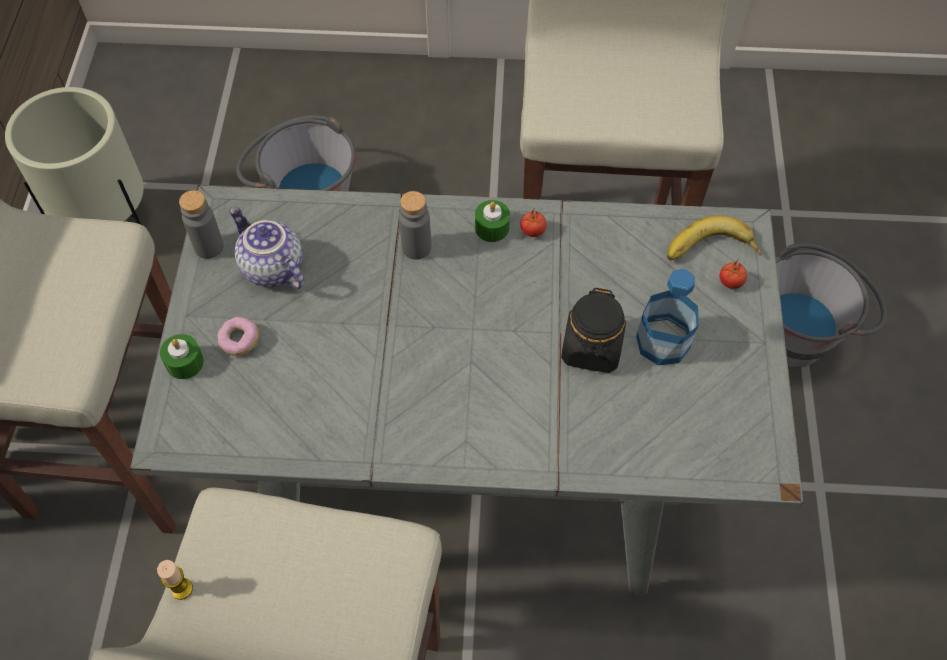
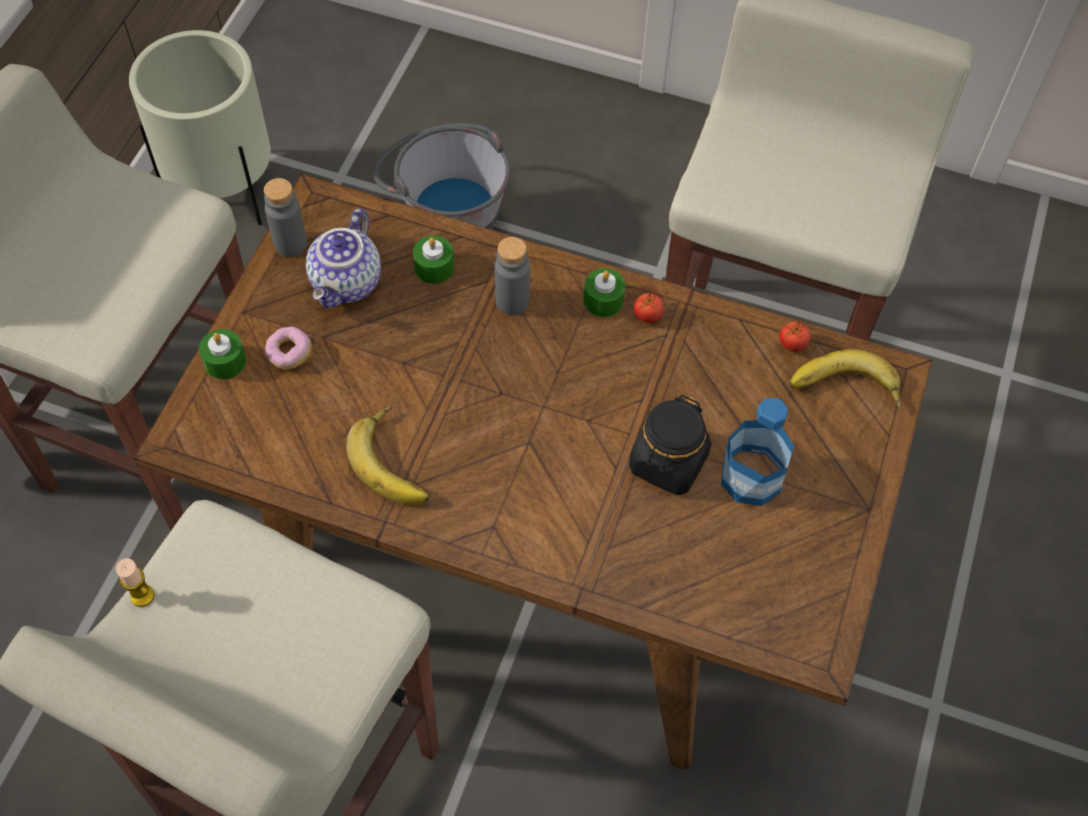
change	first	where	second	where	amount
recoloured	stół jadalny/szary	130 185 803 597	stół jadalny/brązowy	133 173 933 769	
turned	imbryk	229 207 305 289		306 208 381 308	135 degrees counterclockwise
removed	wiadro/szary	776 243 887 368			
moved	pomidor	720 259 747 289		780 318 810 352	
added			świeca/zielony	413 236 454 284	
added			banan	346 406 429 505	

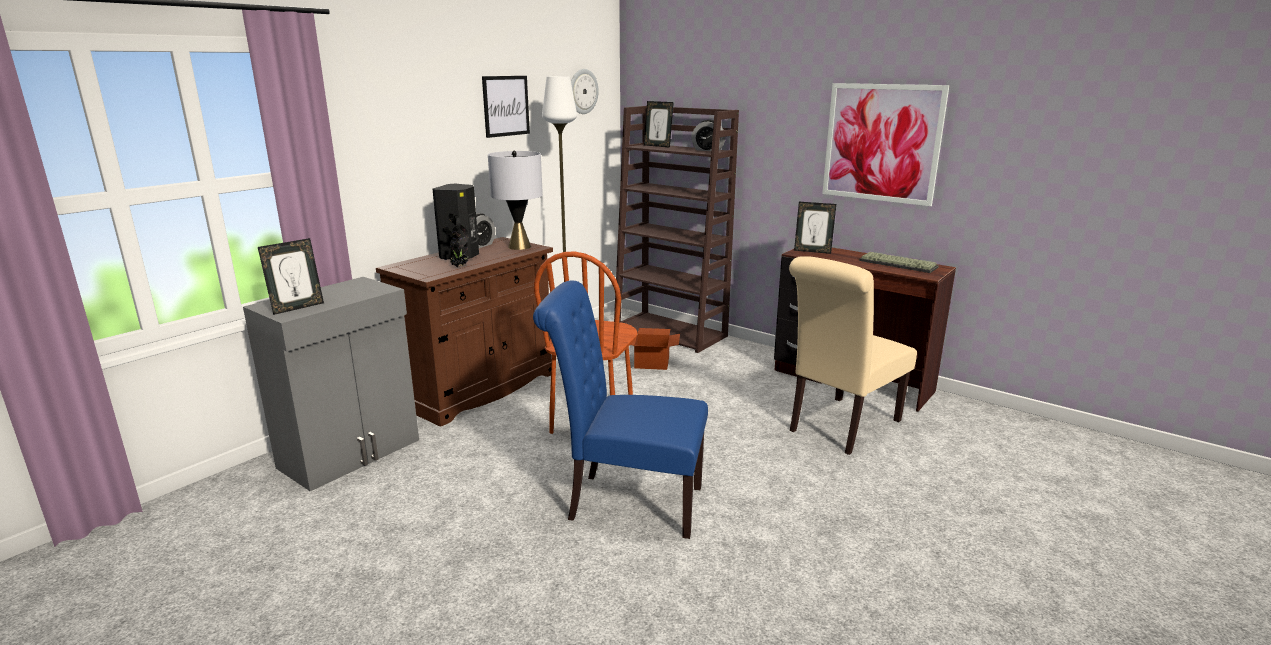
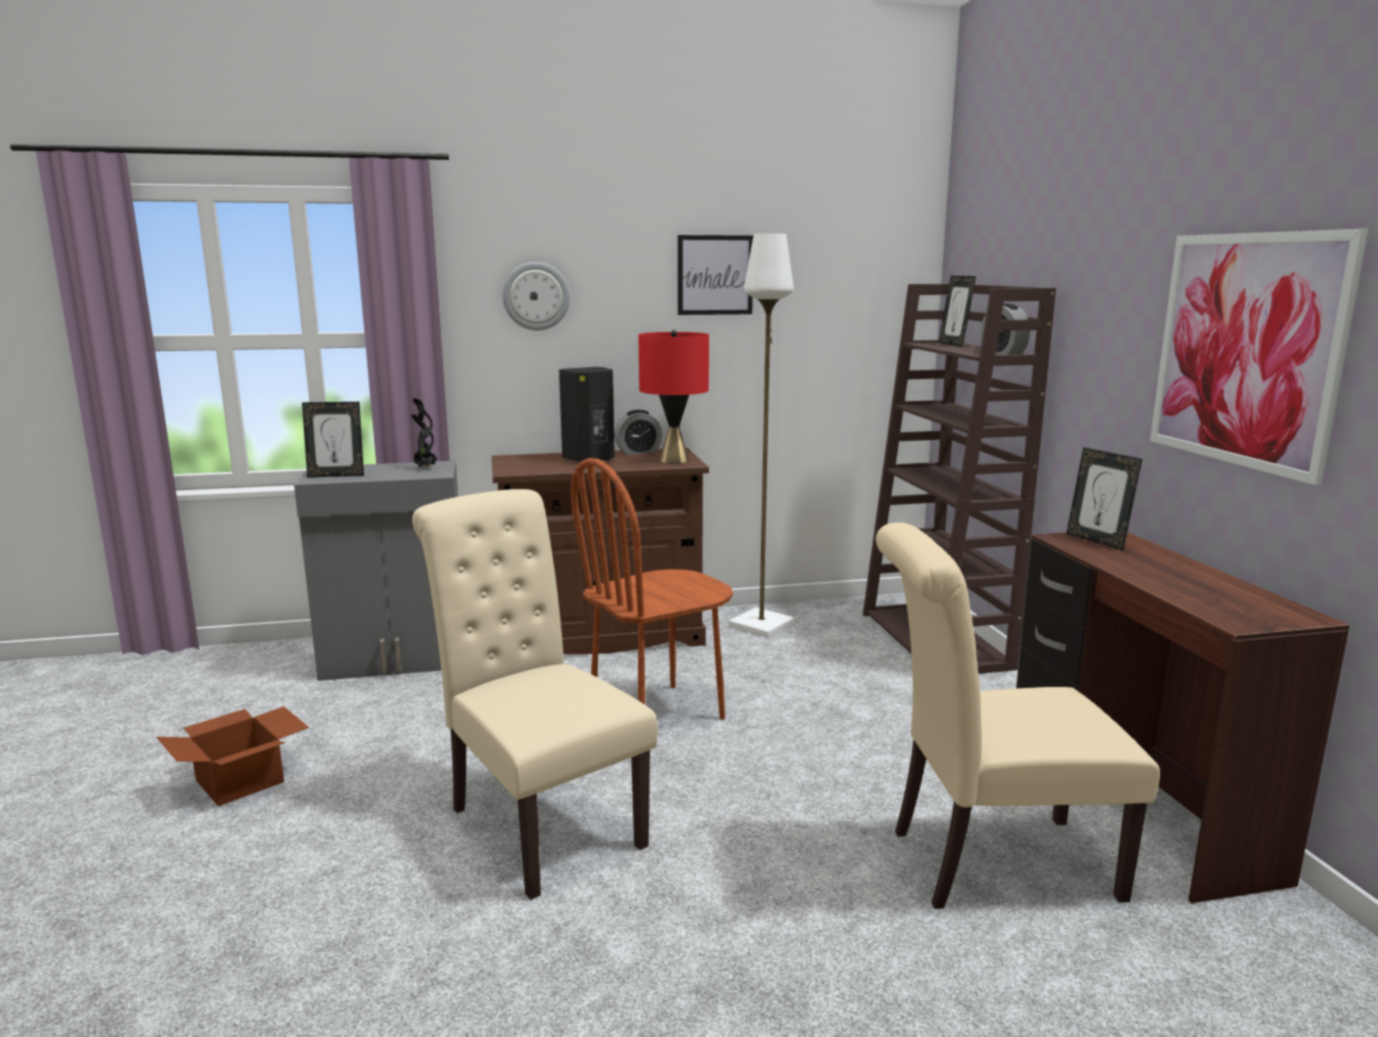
change	first	where	second	where	amount
moved	zegar ścienny	571 69 599 114		502 262 570 330	
recoloured	lampa stołowa/szary	488 151 543 250	lampa stołowa/czerwony	639 330 709 464	
moved	roślina doniczkowa	443 214 469 267		411 398 437 468	
removed	klawiatura	859 252 939 273			
recoloured	krzesło/niebieski	533 281 708 539	krzesło/beżowy	412 489 658 900	
moved	karton	630 328 680 370		156 707 309 806	

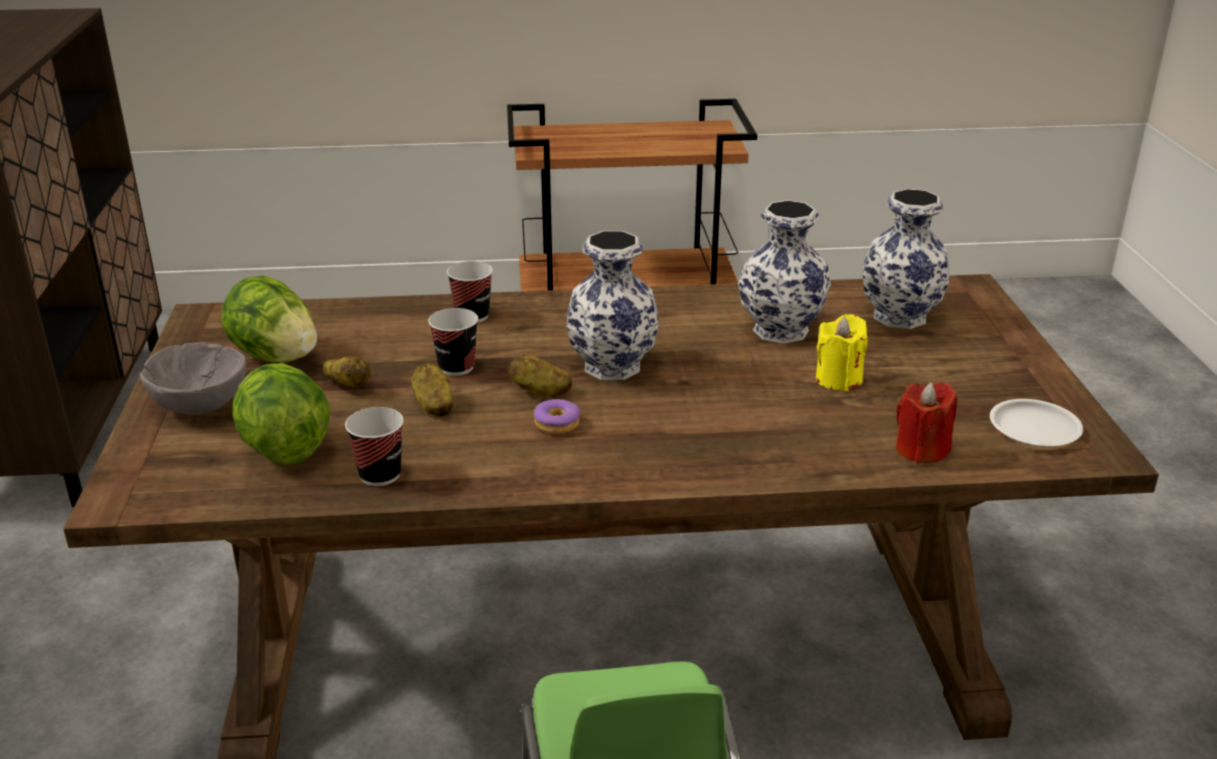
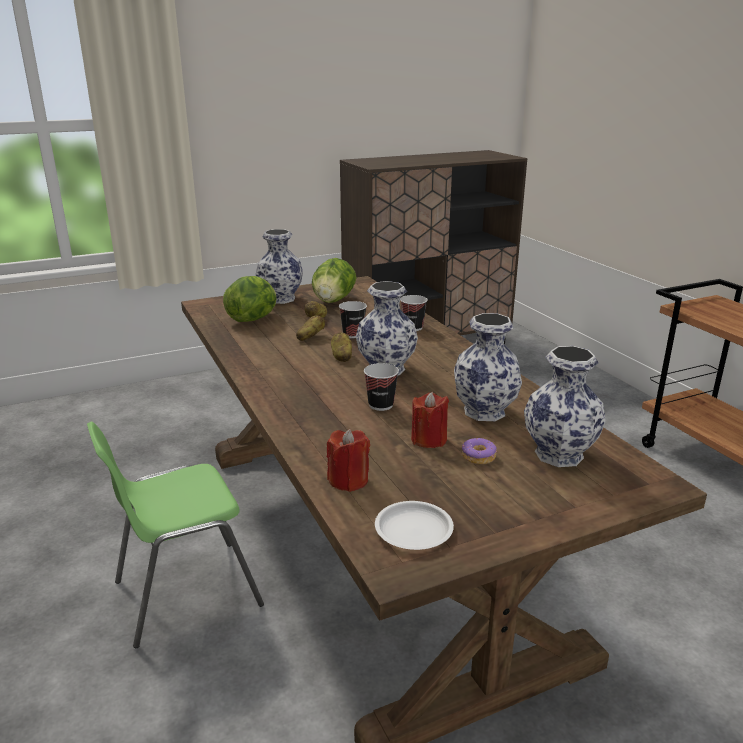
change	first	where	second	where	amount
recoloured	świeca/żółty	816 314 868 391	świeca/czerwony	411 392 449 448	
replaced	miska/szary	140 342 246 414	wazon	255 229 303 304	
moved	donut	534 399 580 434		462 438 497 464	
moved	filiżanka	345 407 404 486		364 363 399 411	

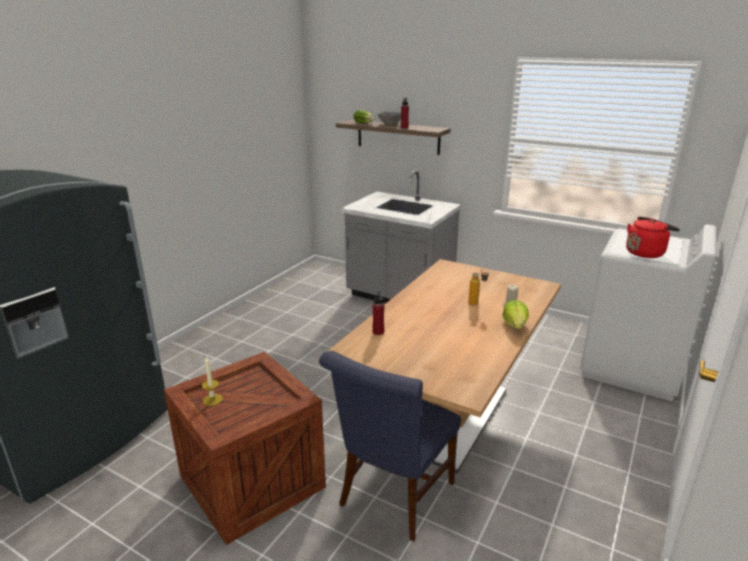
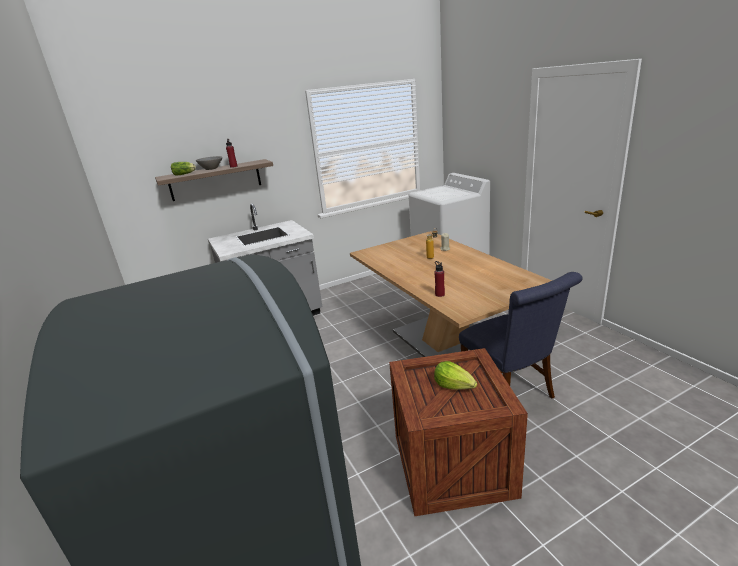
change	first	where	second	where	amount
removed	czajnik/czerwony	626 217 680 258			
moved	sałata	503 300 529 329		434 361 477 390	
removed	świeca	202 357 223 406			

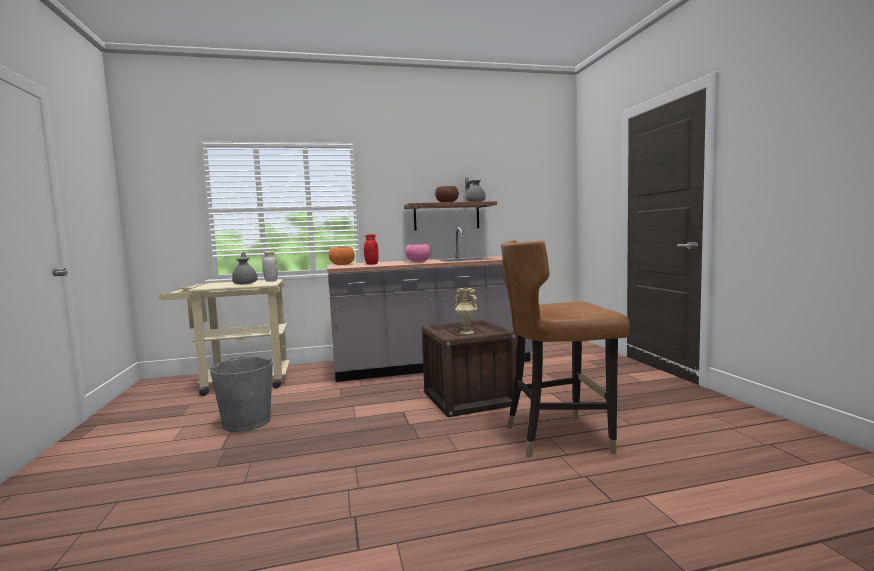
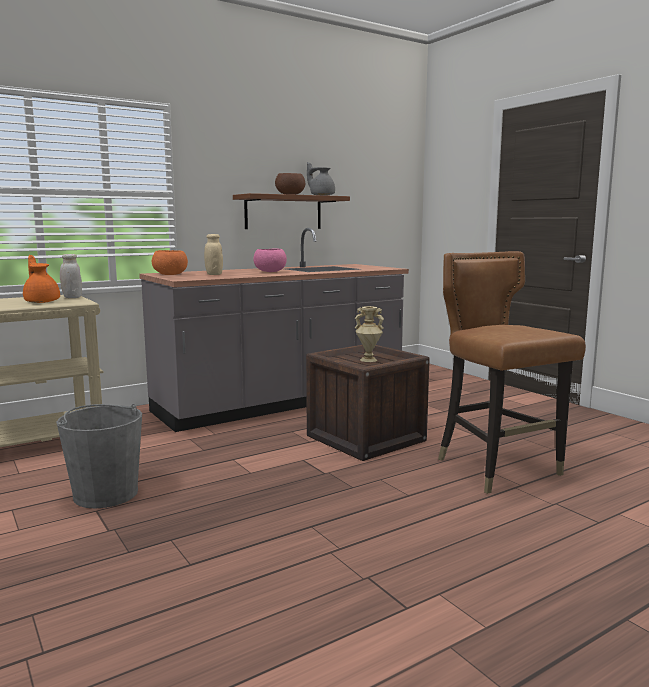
change	first	where	second	where	amount
recoloured	słoik/czerwony	364 234 379 265	słoik/beżowy	204 234 223 275	
turned	krzesło/brązowy	501 240 630 457		438 251 586 494	90 degrees clockwise
recoloured	imbryk/szary	232 252 257 284	imbryk/pomarańczowy	23 255 60 303	

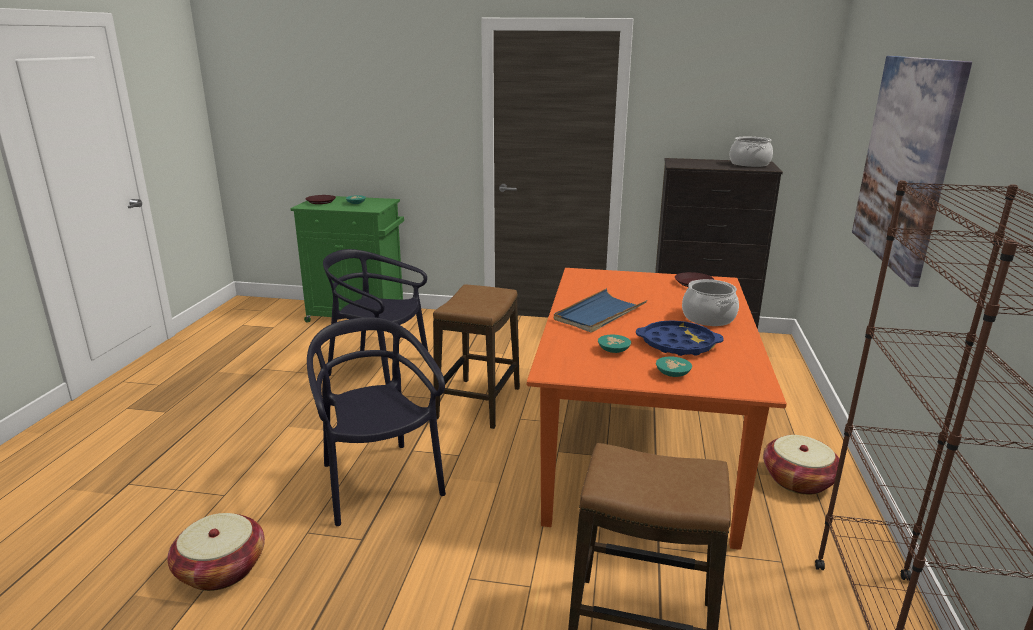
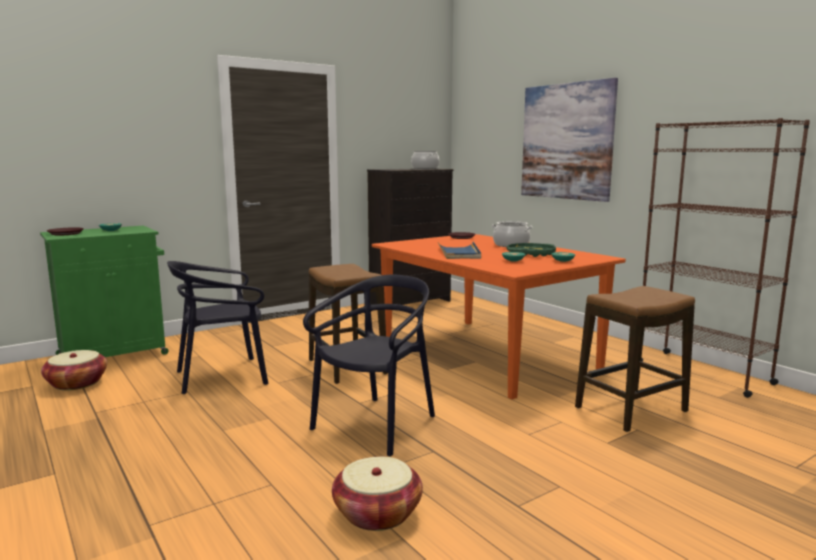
change	first	where	second	where	amount
turned	krzesło/czarny	307 317 446 526		303 274 435 456	105 degrees clockwise
recoloured	taca/niebieski	636 320 724 356	taca/zielony	507 243 556 257	
moved	koszyk	763 435 839 495		41 350 107 391	

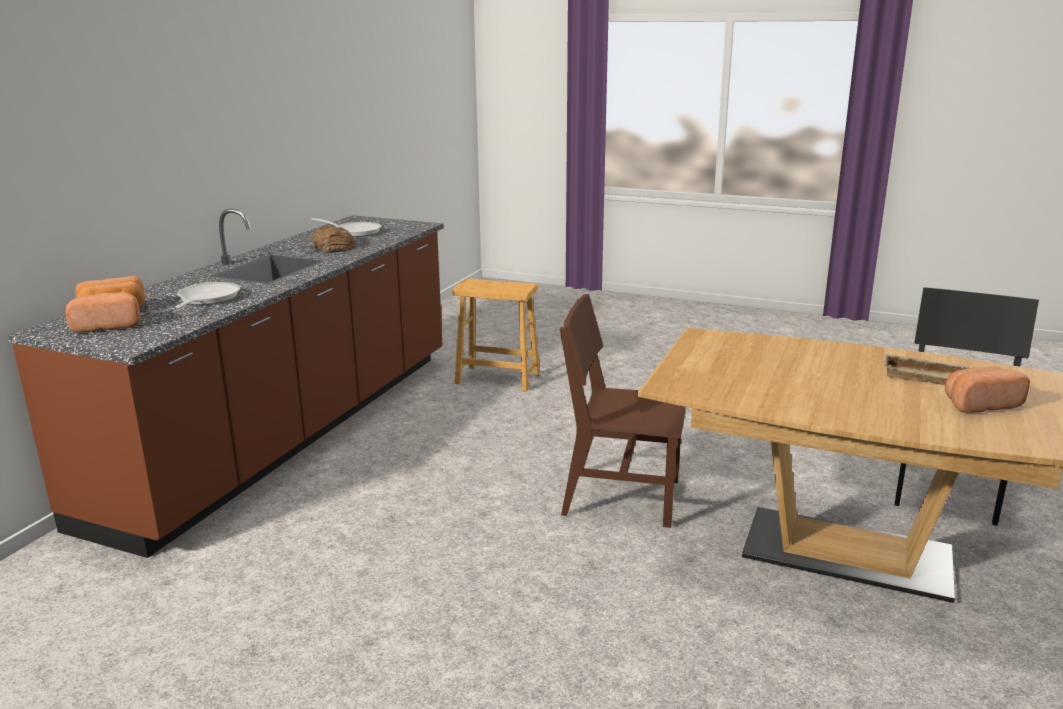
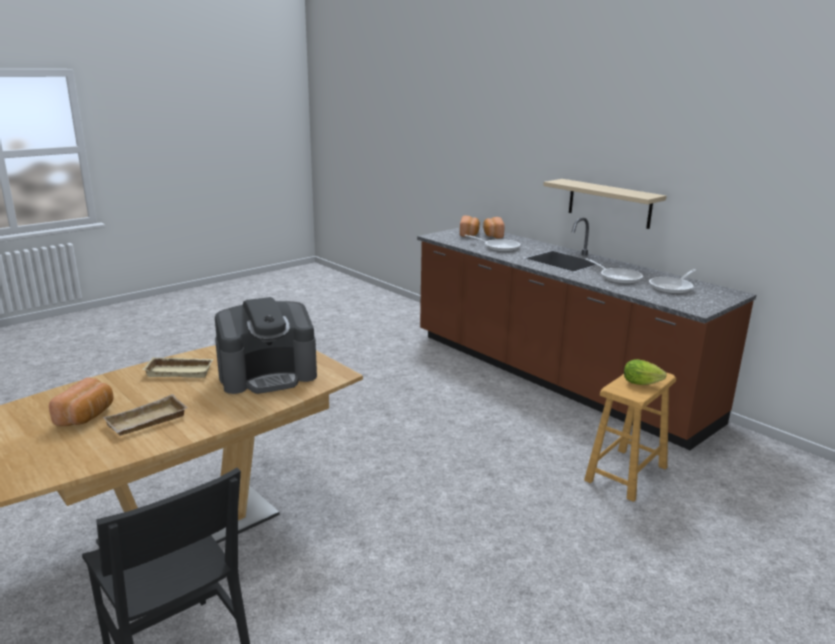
change	first	where	second	where	amount
replaced	chleb	312 226 356 253	patelnia	585 258 643 284	
removed	krzesło/brązowy	560 294 686 528			
added			półka/beżowy	543 179 667 229	
added			ekspres do kawy	215 297 317 394	
added			taca/beżowy	142 357 214 378	
added			sałata	624 359 667 385	

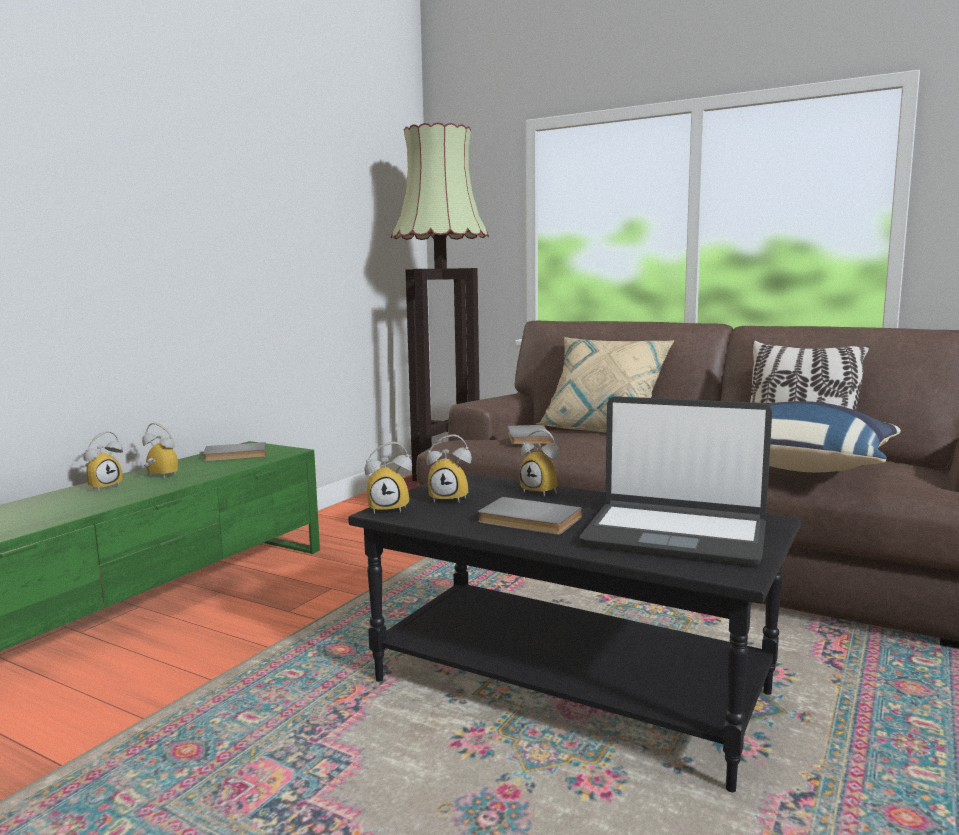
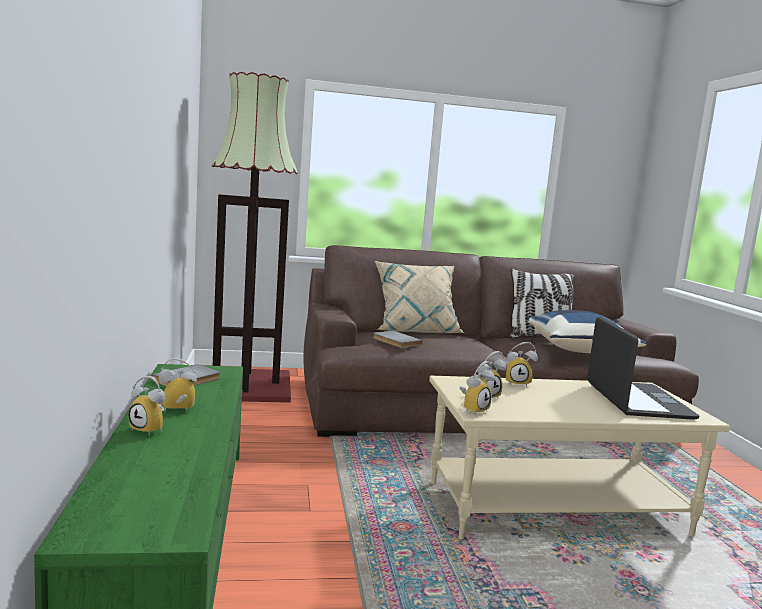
change	first	where	second	where	amount
turned	laptop	579 396 772 565		587 316 699 420	75 degrees counterclockwise
turned	budzik	83 431 123 491		128 376 165 436	120 degrees clockwise
recoloured	ława/czarny	348 473 801 792	ława/beżowy	429 376 730 539	
removed	książka/szary	478 497 582 535			

